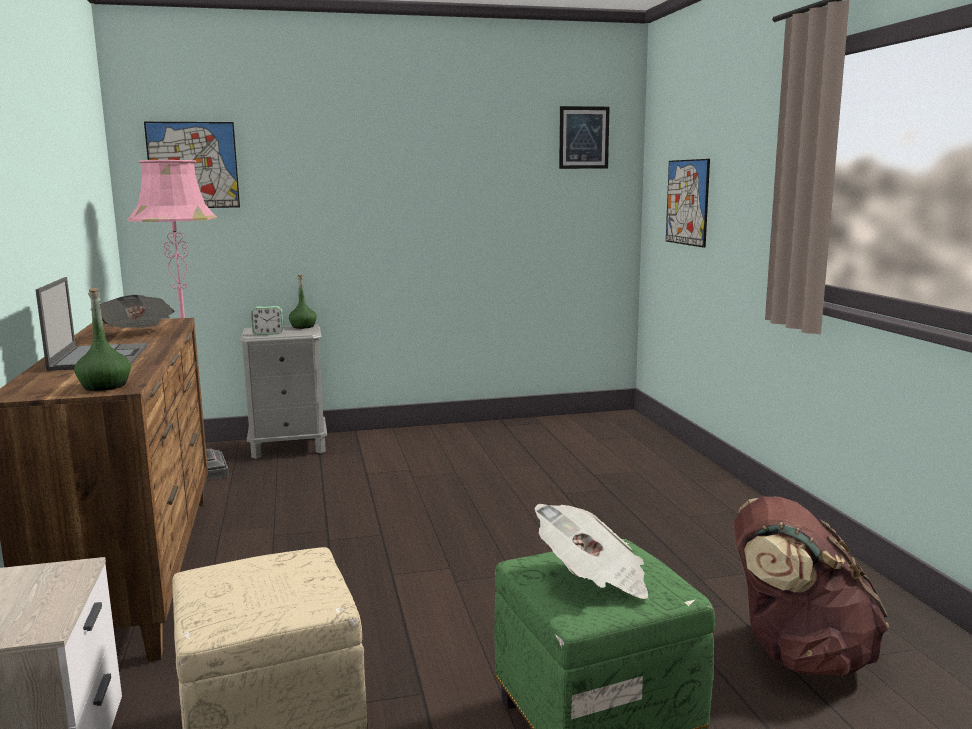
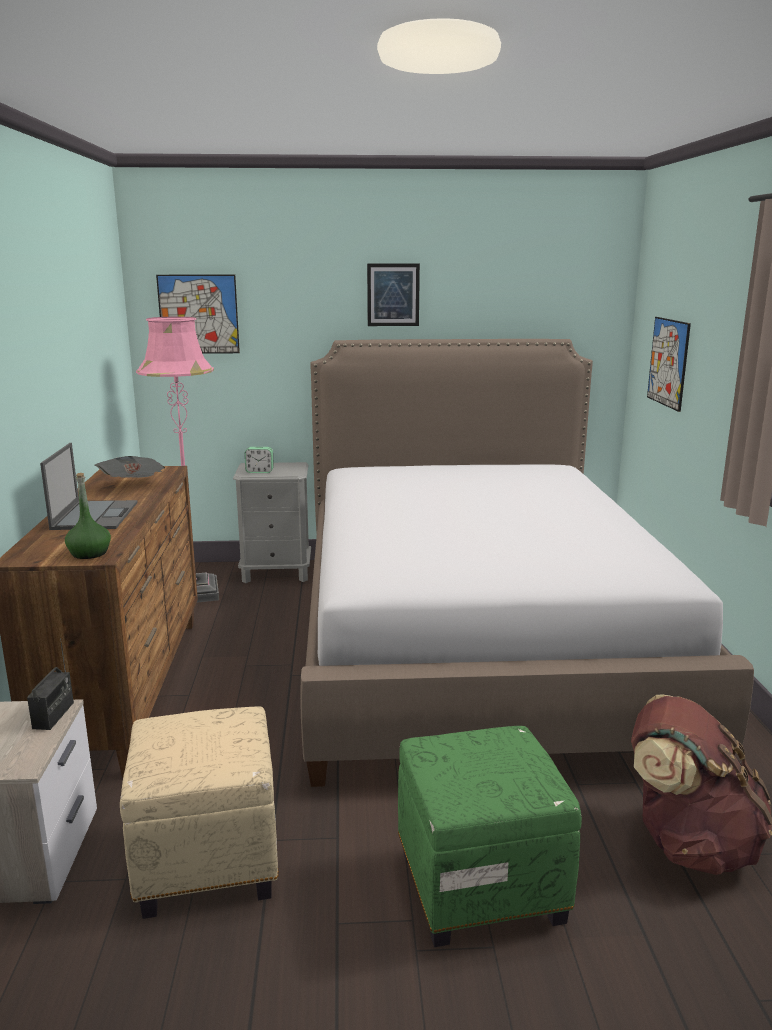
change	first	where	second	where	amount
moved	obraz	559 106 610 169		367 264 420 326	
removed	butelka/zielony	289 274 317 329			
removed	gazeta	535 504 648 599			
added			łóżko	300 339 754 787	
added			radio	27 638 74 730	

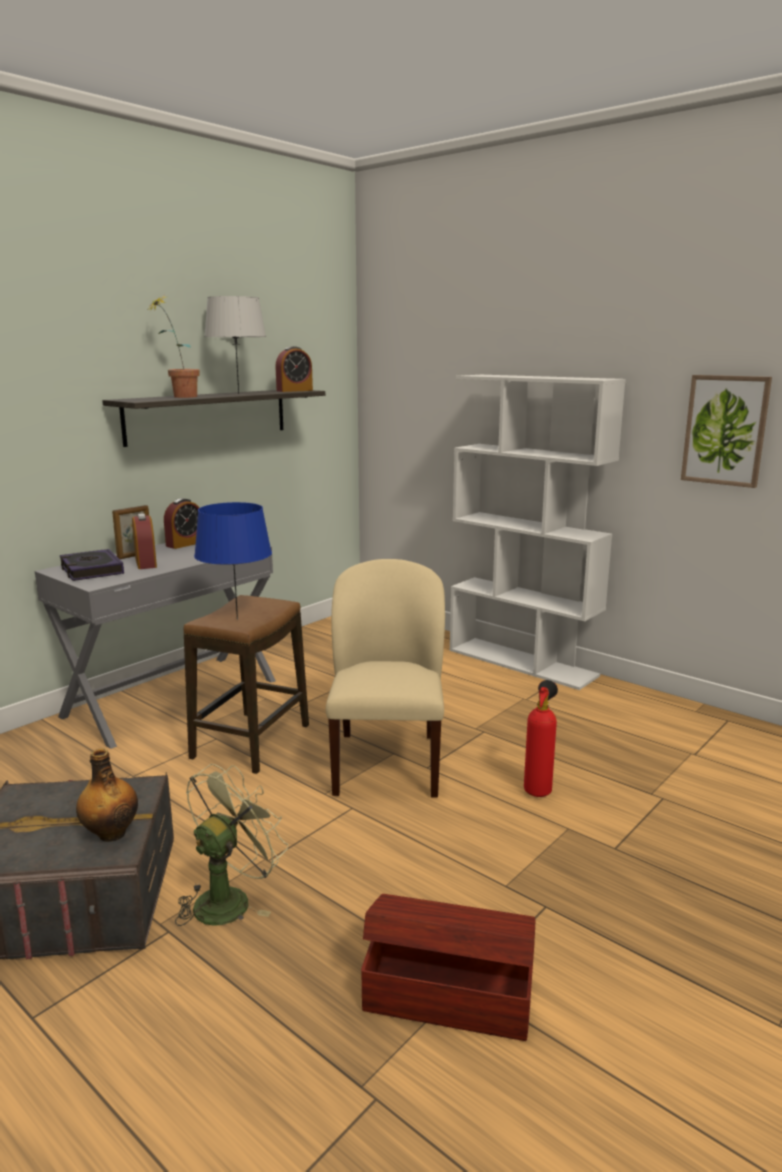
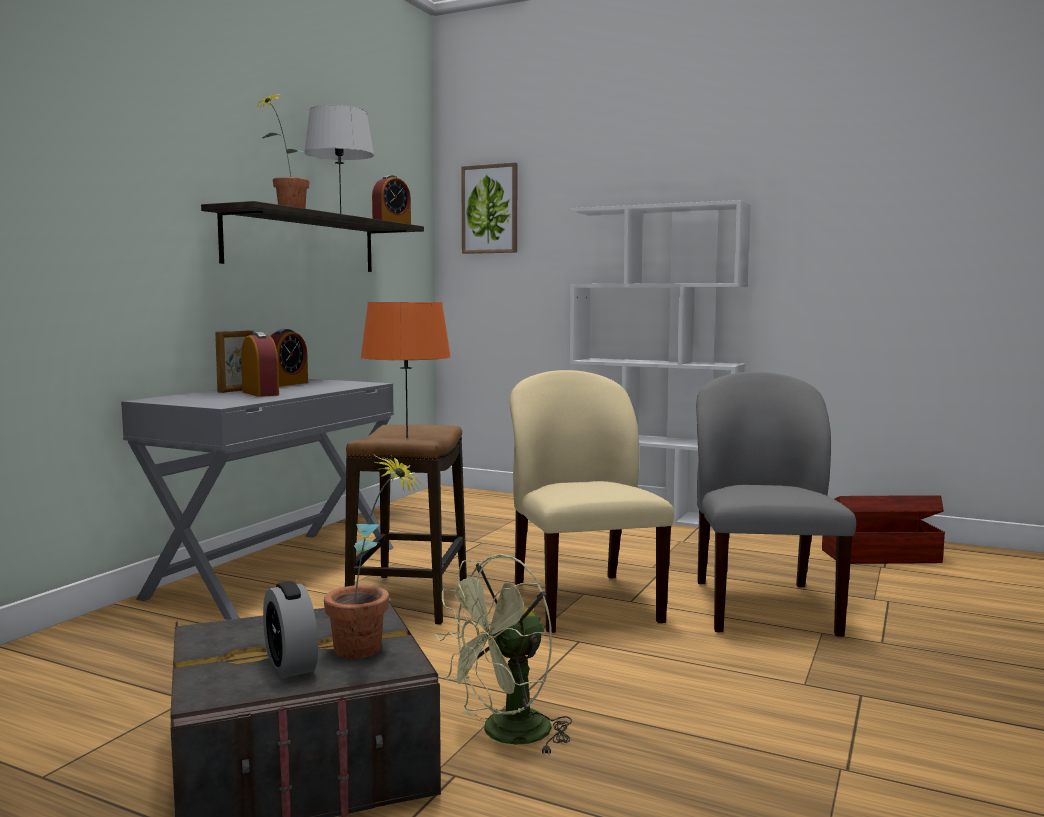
change	first	where	second	where	amount
moved	obraz	681 375 772 488		461 163 517 254	
recoloured	lampa stołowa/niebieski	194 502 272 620	lampa stołowa/pomarańczowy	360 302 451 438	
removed	książka	60 549 124 581			
replaced	gaśnica	524 680 558 797	krzesło/szary	696 372 856 637	
replaced	butelka	76 748 138 842	roślina doniczkowa	324 454 424 659	
turned	wentylator/zielony	175 764 288 926		435 554 572 753	150 degrees counterclockwise
moved	pojemnik do przechowywania/brązowy	361 894 535 1041		822 495 945 564	
added			budzik	263 581 318 678	

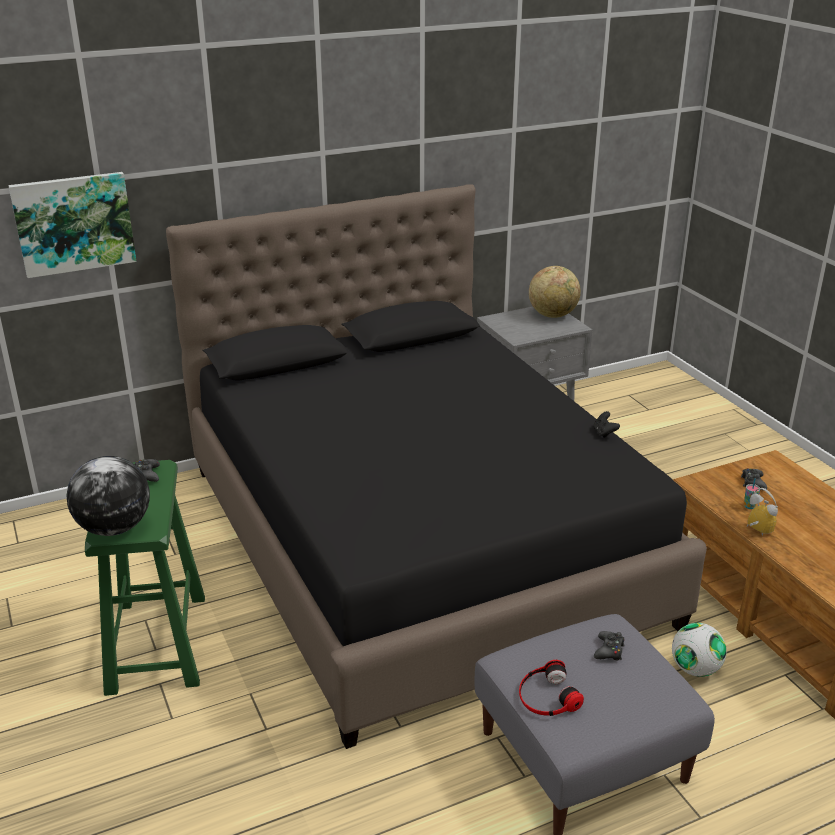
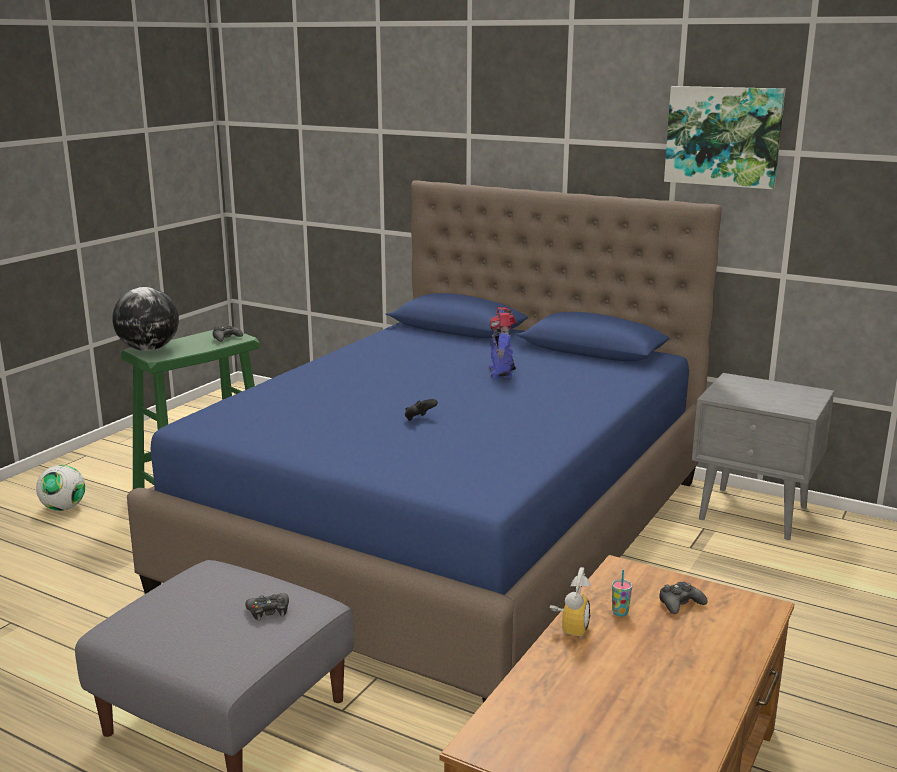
change	first	where	second	where	amount
moved	obraz	8 172 137 278		664 86 786 189	
recoloured	łóżko/czarny	166 184 707 749	łóżko/niebieski	127 180 722 703	
removed	globus	529 266 581 318			
moved	pad do gier/czarny	593 411 620 438		405 399 438 421	
moved	piłka futbolowa	672 623 727 677		36 465 85 511	
removed	słuchawki	519 660 584 716			
added			robot zabawkowy	489 307 516 378	

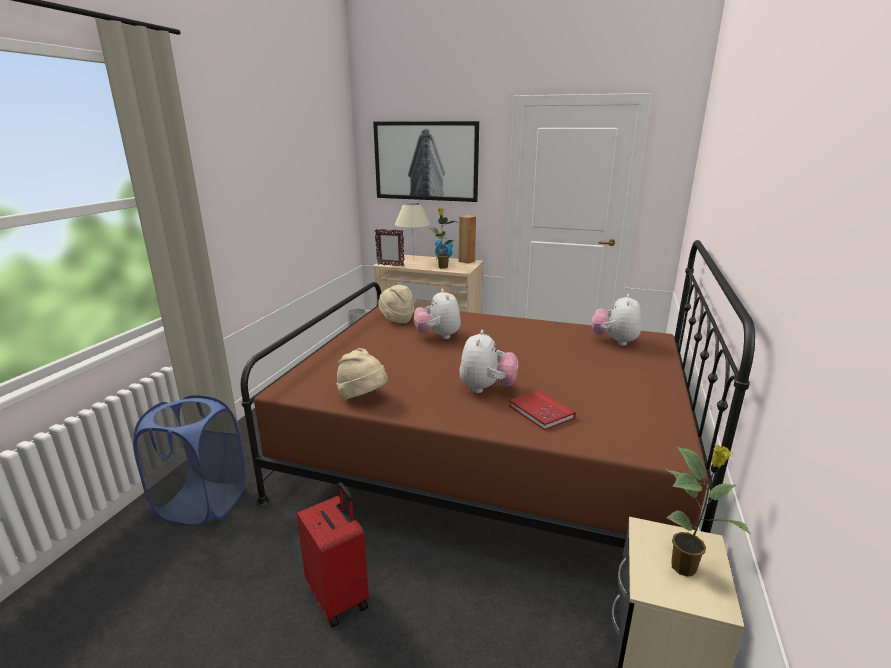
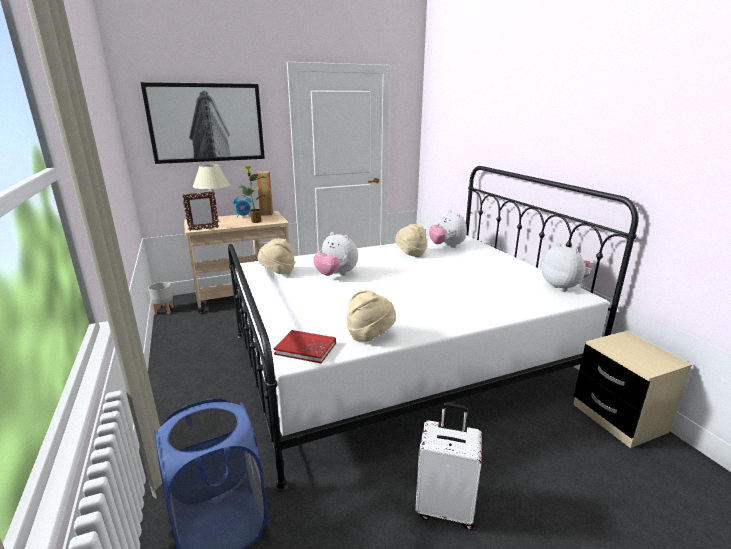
change	first	where	second	where	amount
recoloured	łóżko/brązowy	240 240 755 548	łóżko/biały	228 166 639 492	
moved	pluszak	459 330 518 393		541 242 593 292	
moved	książka/czerwony	509 390 576 430		274 330 336 363	
removed	roślina doniczkowa	666 445 751 577			
recoloured	walizka/czerwony	297 482 369 628	walizka/biały	415 403 482 530	
added			kapelusz/beżowy	395 224 427 257	

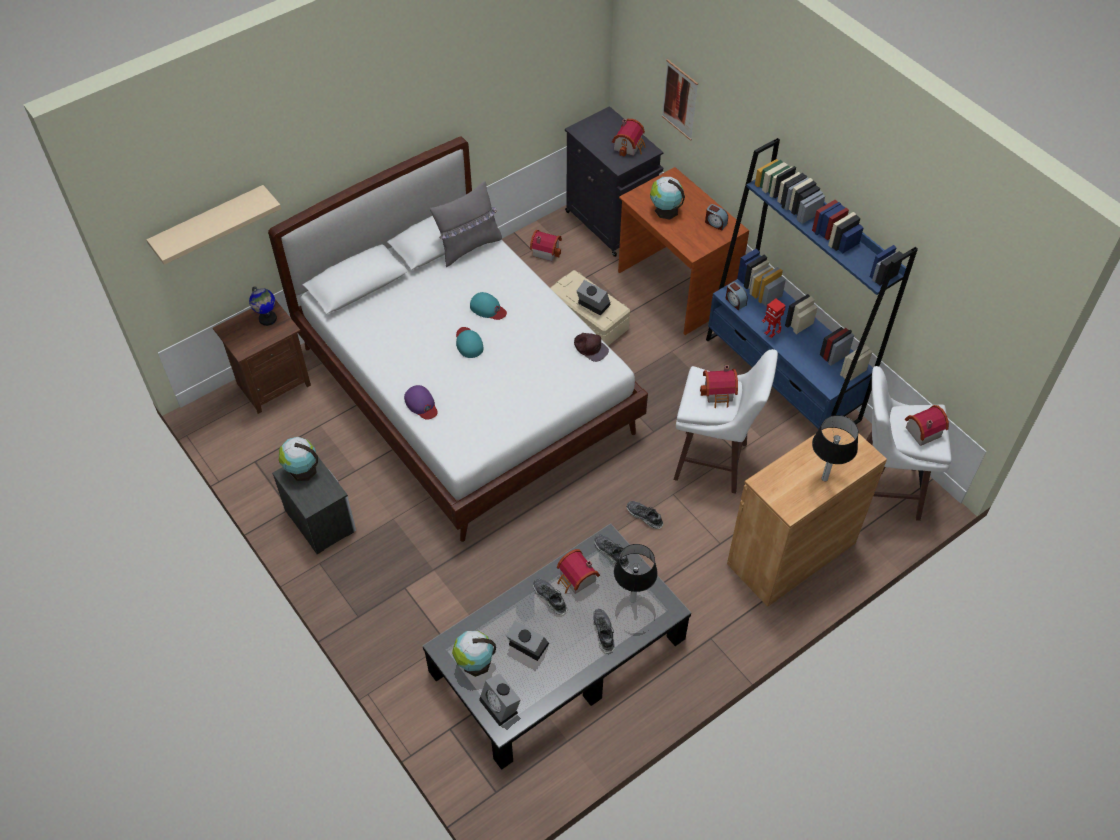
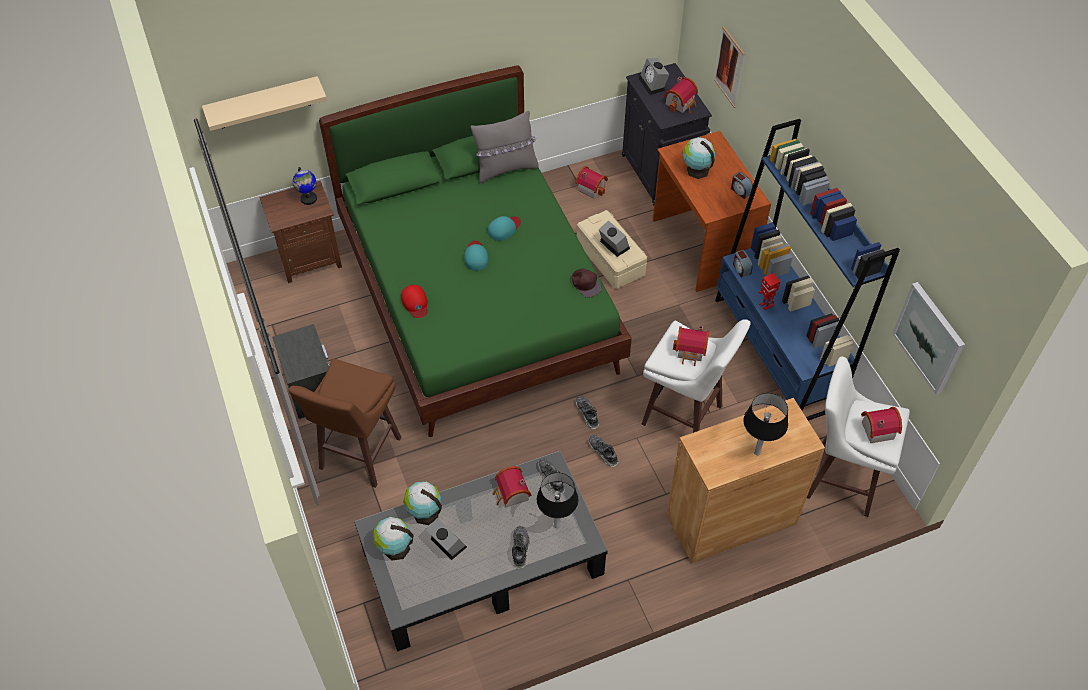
change	first	where	second	where	amount
recoloured	łóżko/biały	268 136 648 542	łóżko/zielony	319 65 632 437	
turned	czapka z daszkiem/turkusowy	470 292 507 320		488 216 521 241	90 degrees counterclockwise
recoloured	czapka z daszkiem/fioletowy	404 385 438 419	czapka z daszkiem/czerwony	401 285 428 318	
moved	globus	279 437 318 481		403 482 442 525	
moved	but	533 578 567 615		576 395 599 429	
moved	budzik	479 673 521 726		639 58 669 95	
added			obraz	892 282 965 395	
added			stołek/brązowy	288 359 402 488	

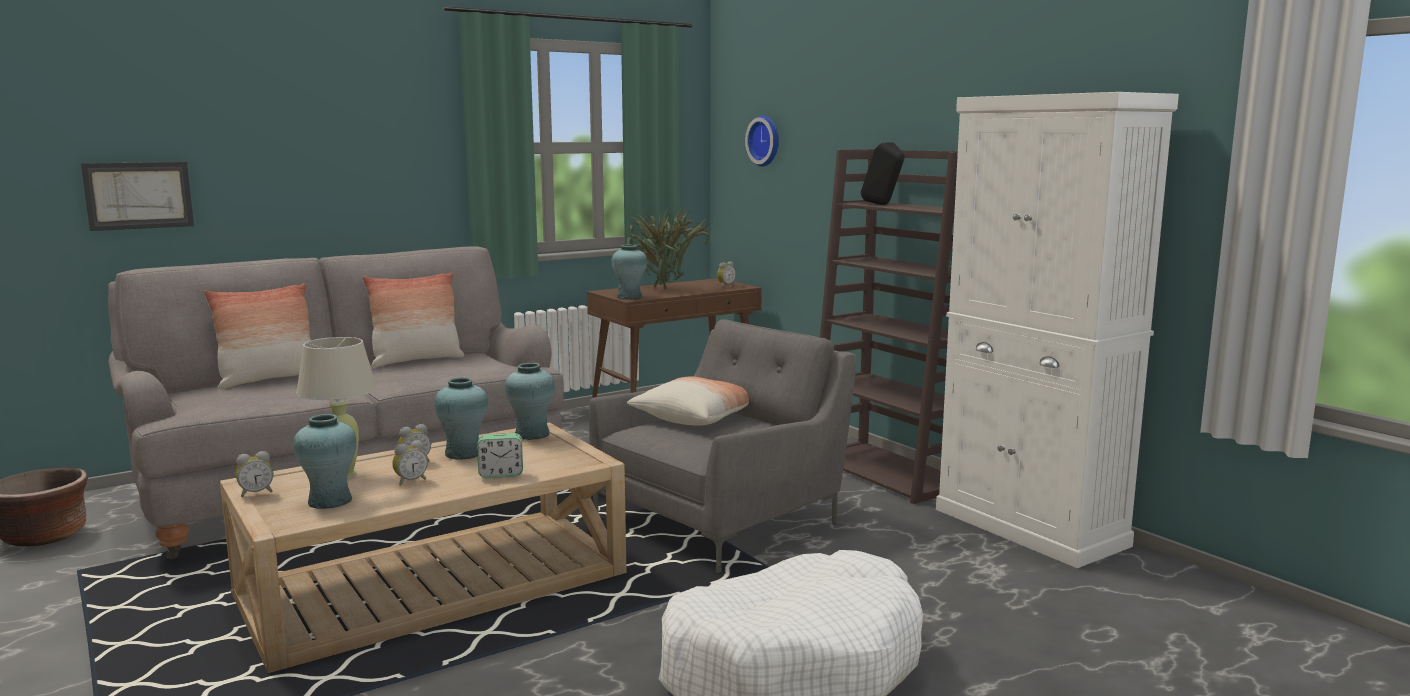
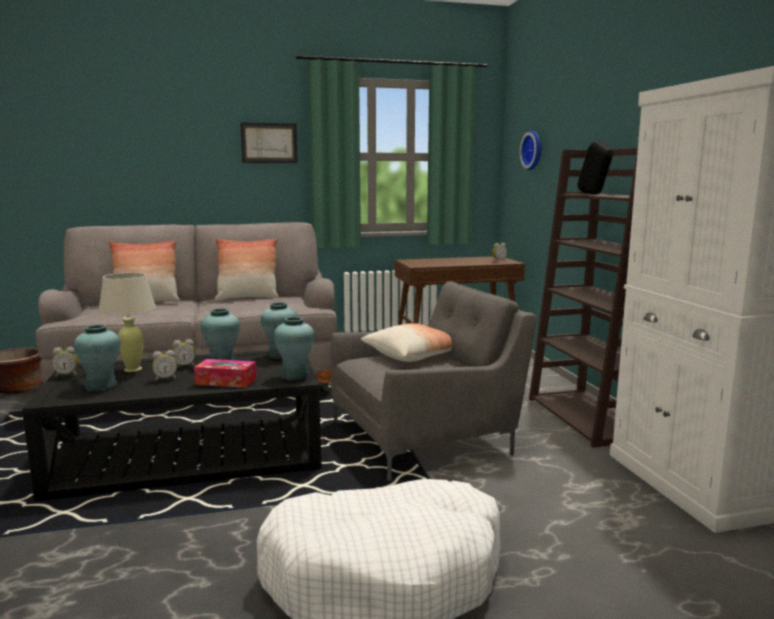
change	first	where	second	where	amount
moved	obraz	81 162 194 231		240 122 298 163	
removed	roślina doniczkowa	627 207 712 289			
moved	wazon/turkusowy	611 244 647 300		274 317 315 381	
recoloured	ława/beżowy	220 423 627 673	ława/czarny	22 350 322 501	
replaced	budzik	477 433 523 478	pudełko chusteczek	194 359 257 388	

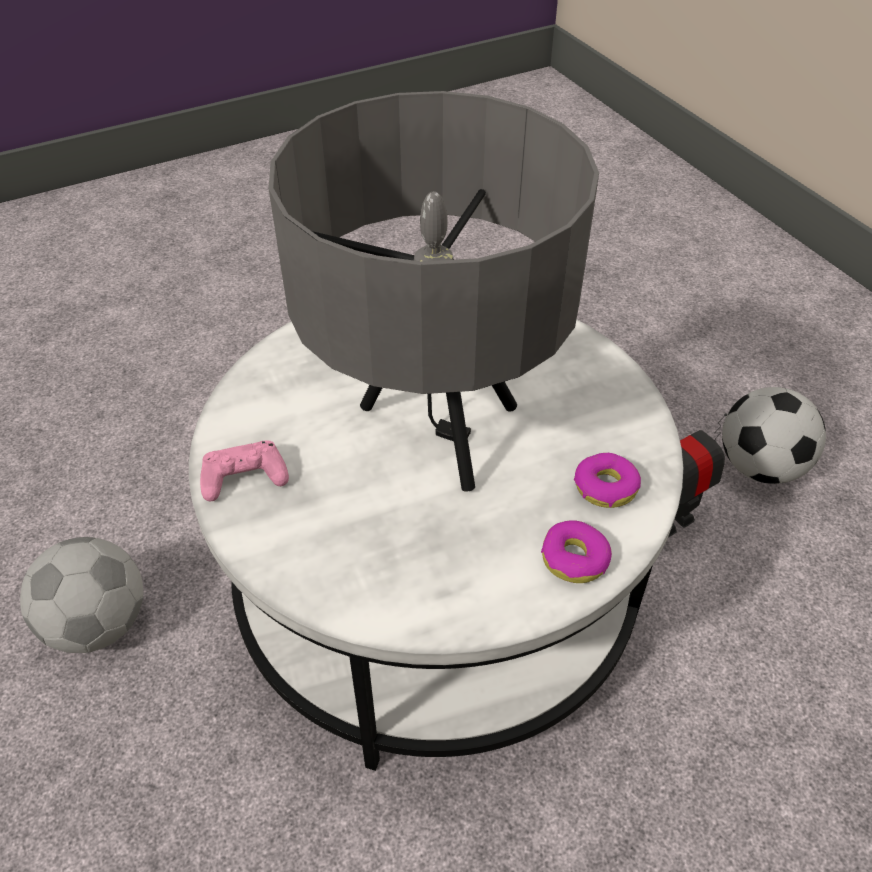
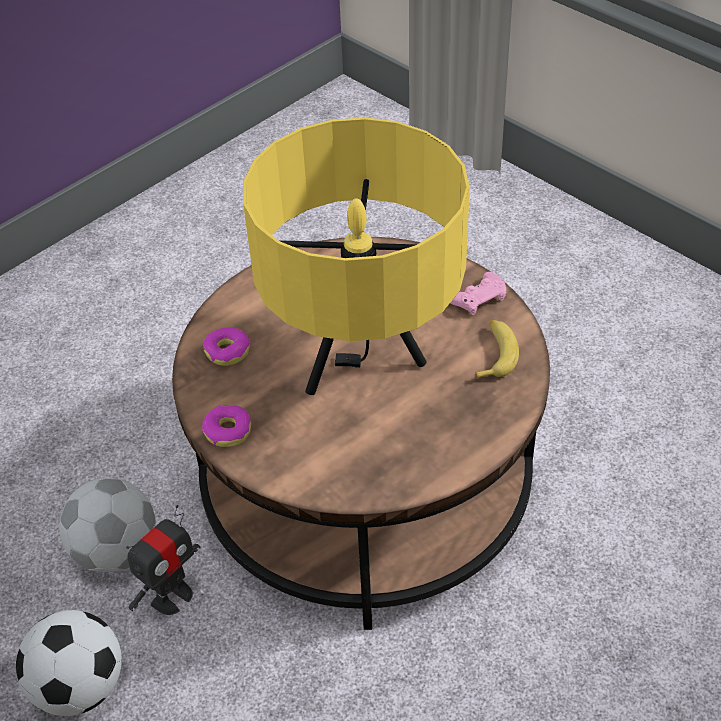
change	first	where	second	where	amount
recoloured	lampa stołowa/szary	269 91 599 492	lampa stołowa/żółty	243 117 470 395	
recoloured	ława/biały	189 319 683 771	ława/brązowy	172 237 550 630	
moved	donut	541 520 612 583		202 405 252 447	
moved	piłka futbolowa	20 537 143 653		59 478 156 572	
added			banan	475 320 519 379	

